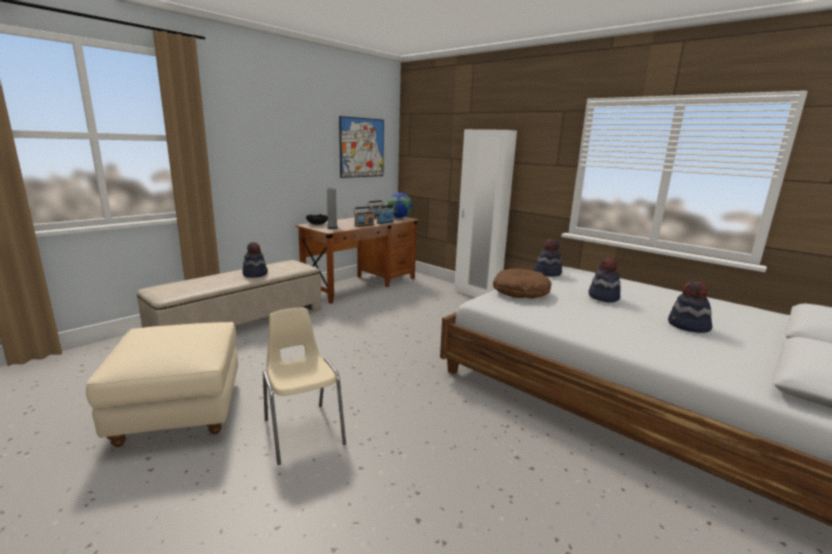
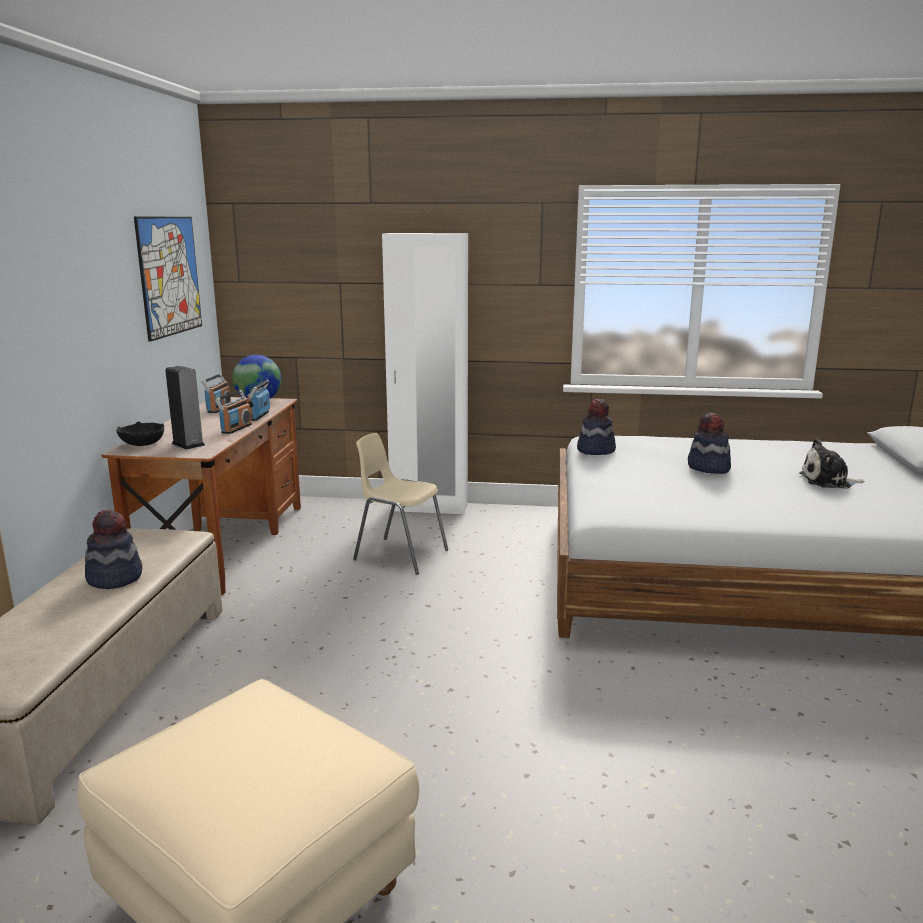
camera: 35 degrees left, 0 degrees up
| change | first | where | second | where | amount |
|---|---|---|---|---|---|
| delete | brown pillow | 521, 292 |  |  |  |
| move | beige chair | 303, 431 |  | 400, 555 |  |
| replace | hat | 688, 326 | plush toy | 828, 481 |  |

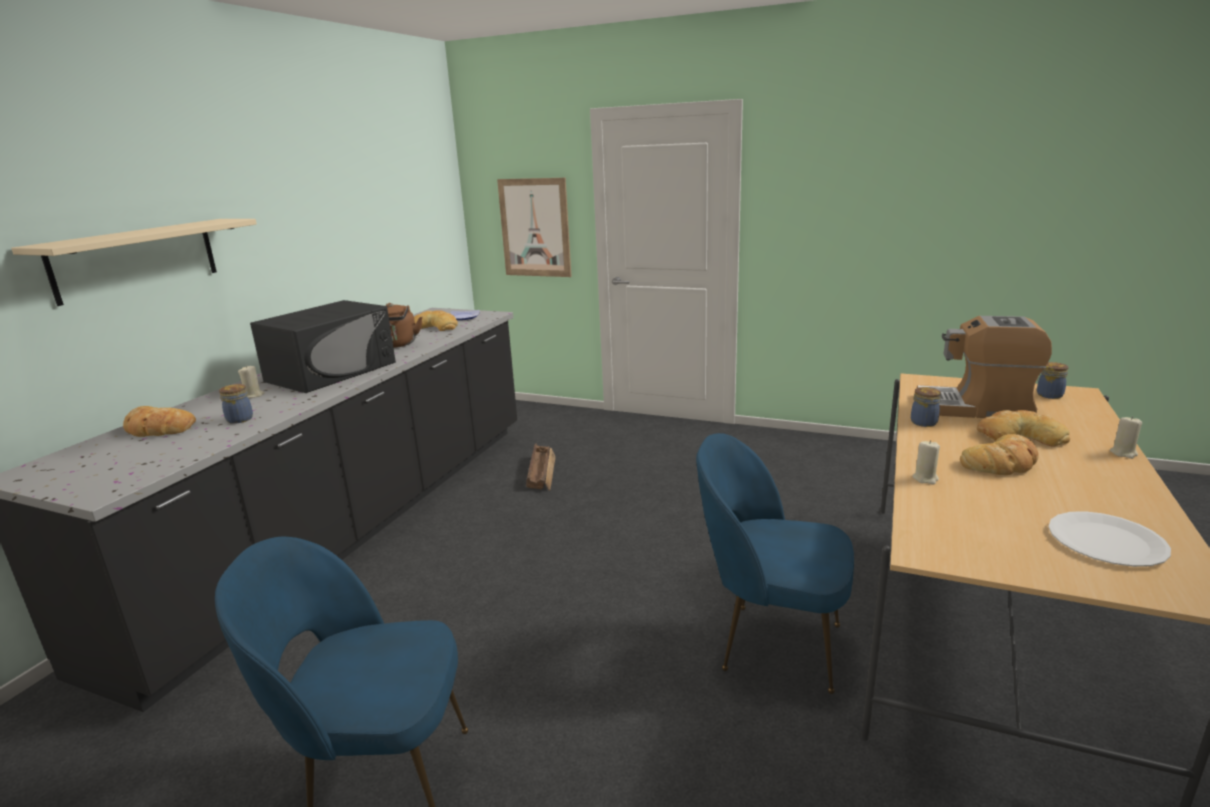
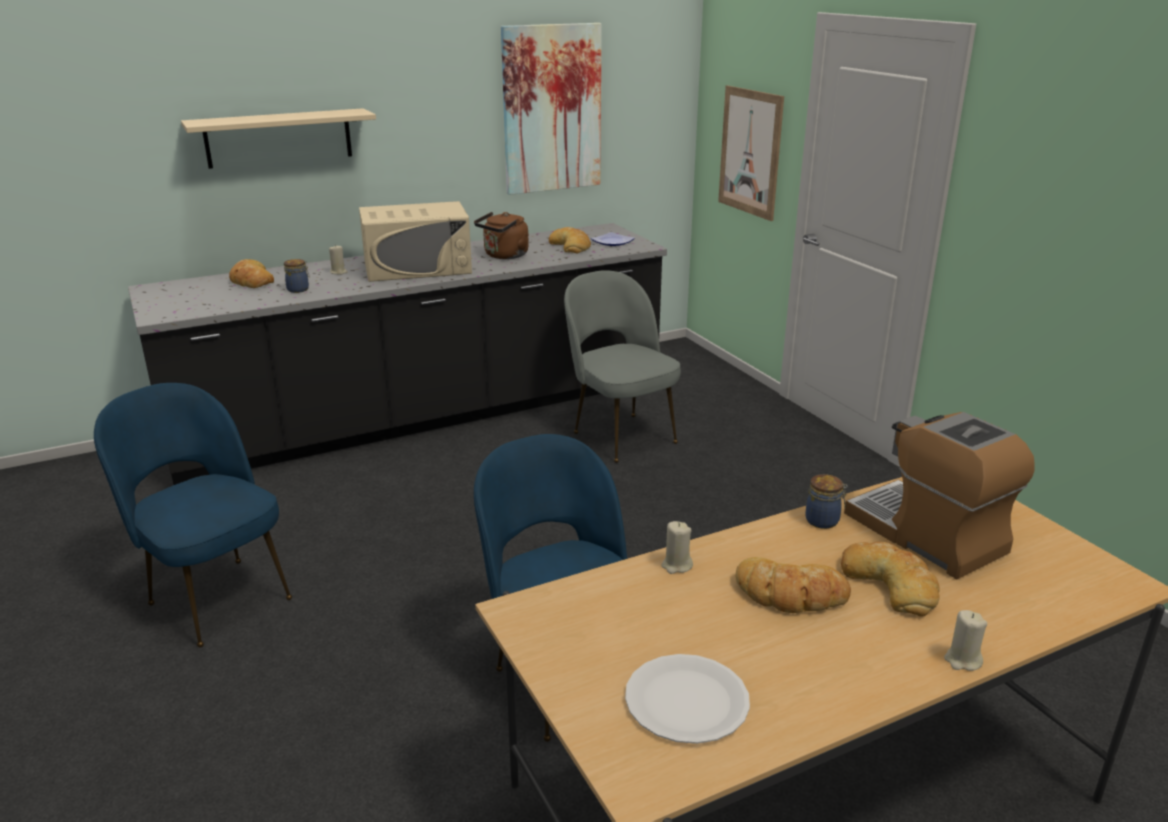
camera: 40 degrees right, 5 degrees up
| change | first | where | second | where | amount |
|---|---|---|---|---|---|
| delete | jar | 1048, 395 |  |  |  |
| insert |  |  | picture | 552, 109 |  |
| replace | crate | 541, 473 | grey chair | 620, 434 |  |
| recolor | black microwave | 332, 371 | beige microwave | 417, 267 |  |

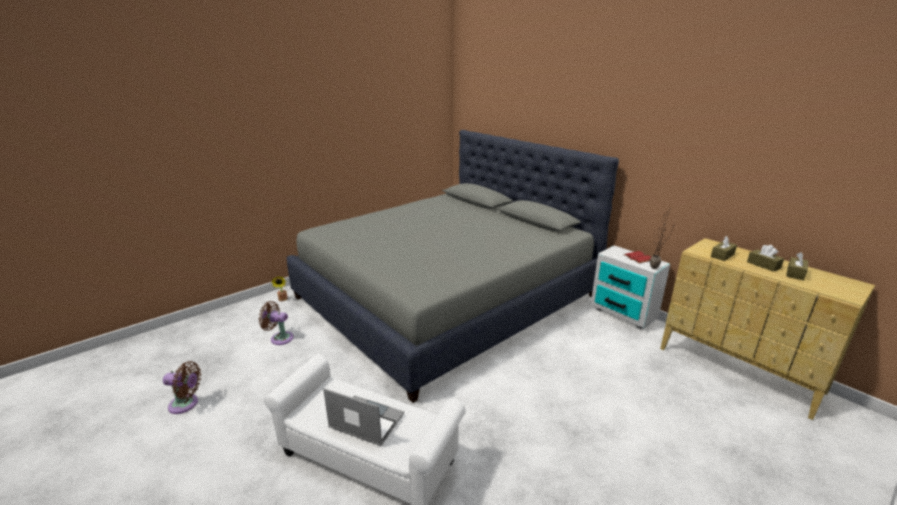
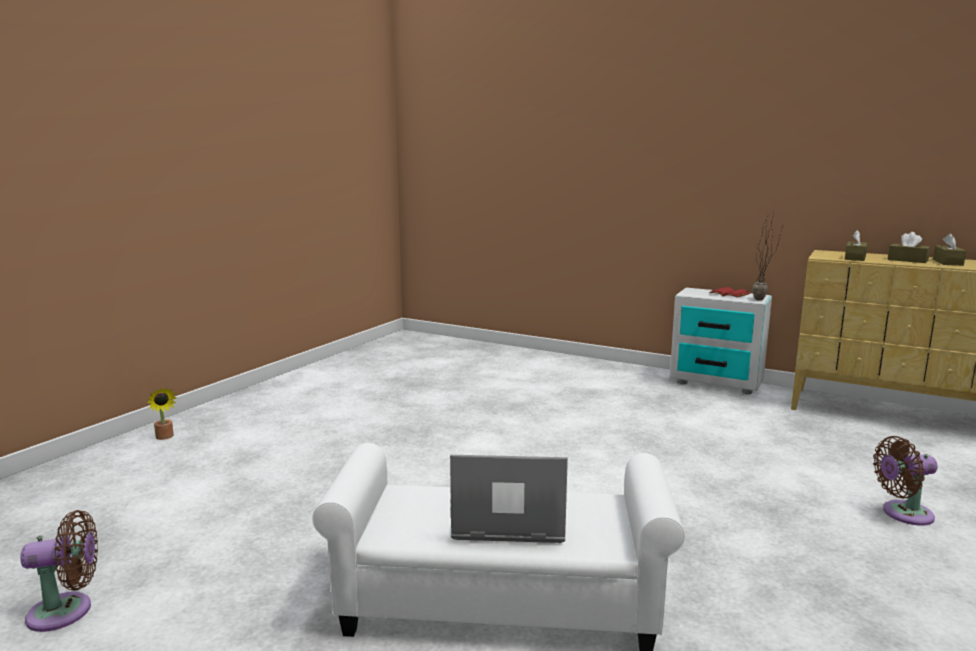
camera: 20 degrees left, 10 degrees down
| change | first | where | second | where | amount |
|---|---|---|---|---|---|
| delete | grey bed | 446, 296 |  |  |  |
| move | brown fan | 279, 338 |  | 903, 514 |  |

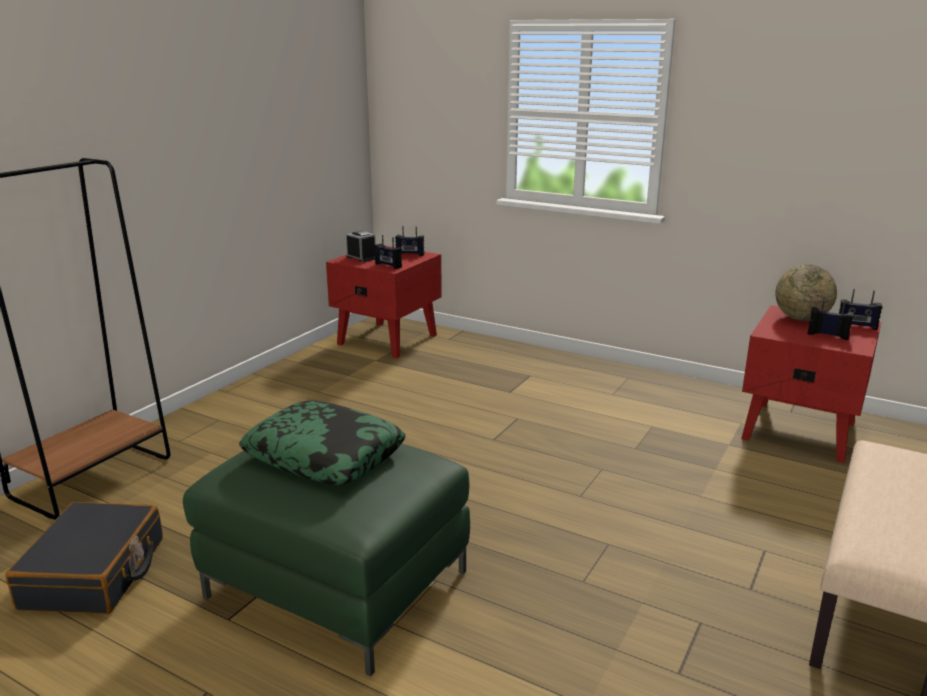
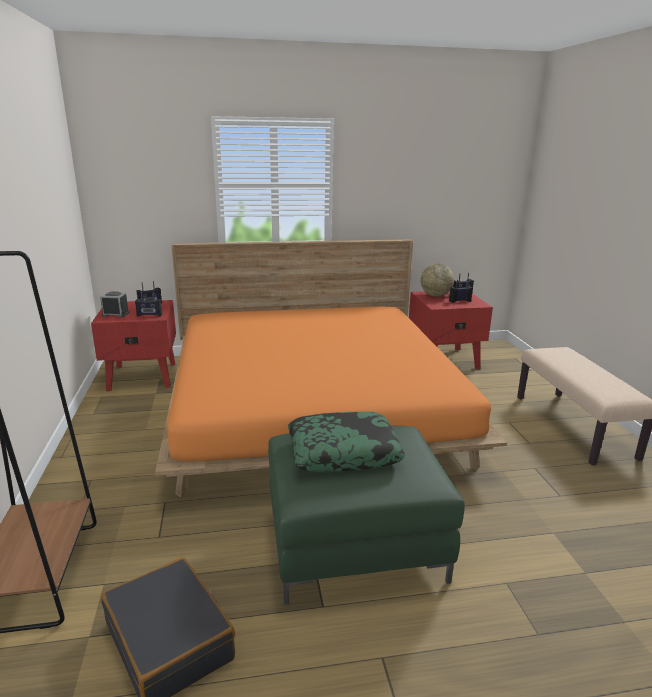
camera: 40 degrees left, 0 degrees up
| change | first | where | second | where | amount |
|---|---|---|---|---|---|
| insert |  |  | orange bed | 313, 409 |  |

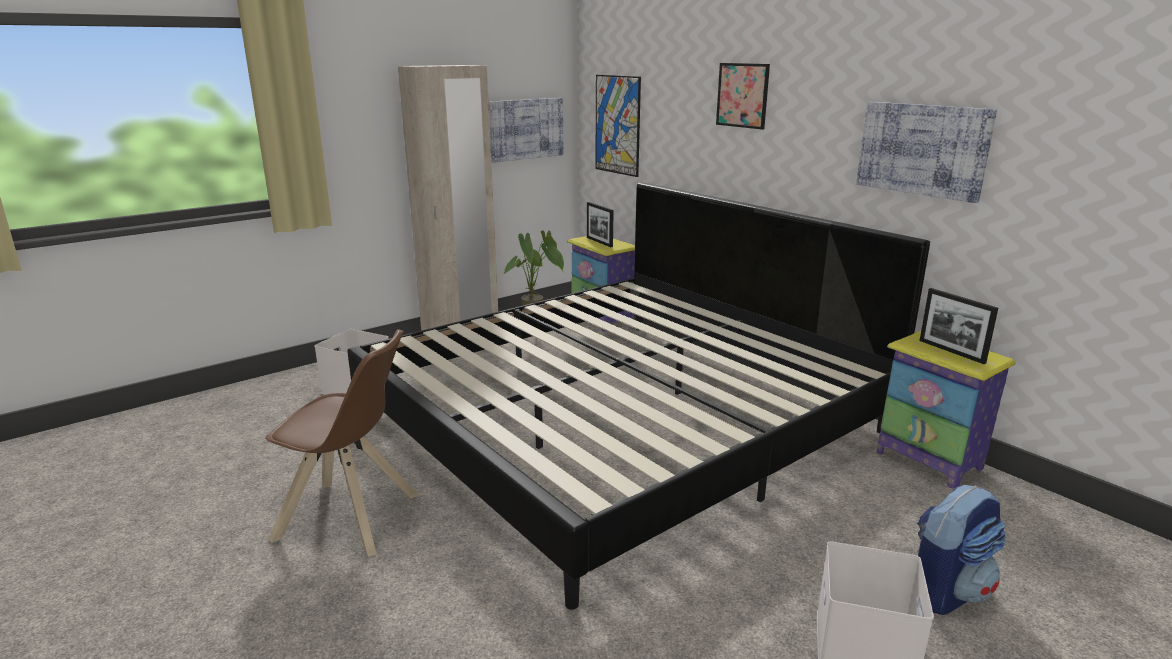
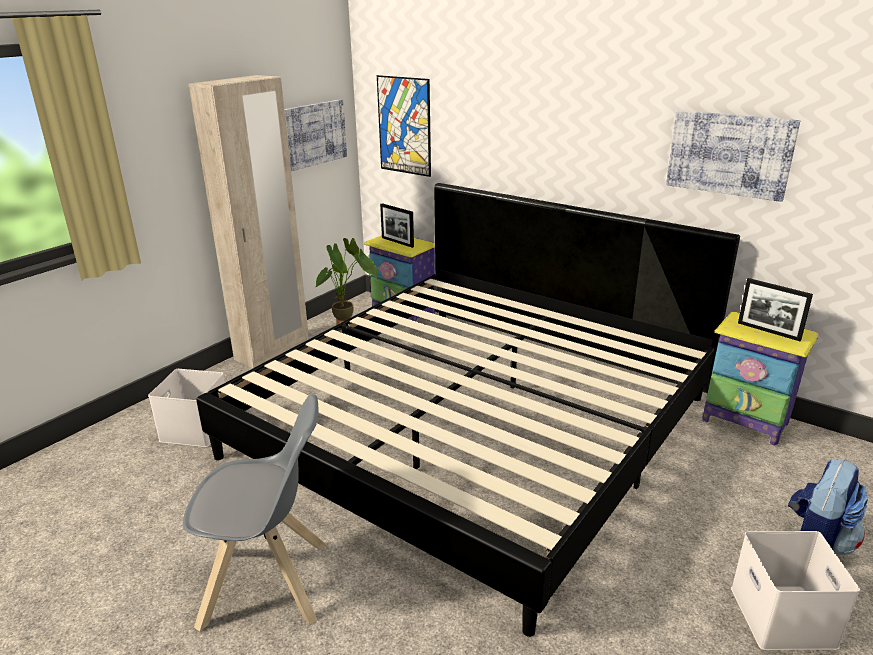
camera: 15 degrees left, 5 degrees up
| change | first | where | second | where | amount |
|---|---|---|---|---|---|
| delete | picture | 742, 95 |  |  |  |
| recolor | brown chair | 351, 518 | grey chair | 269, 583 |  |

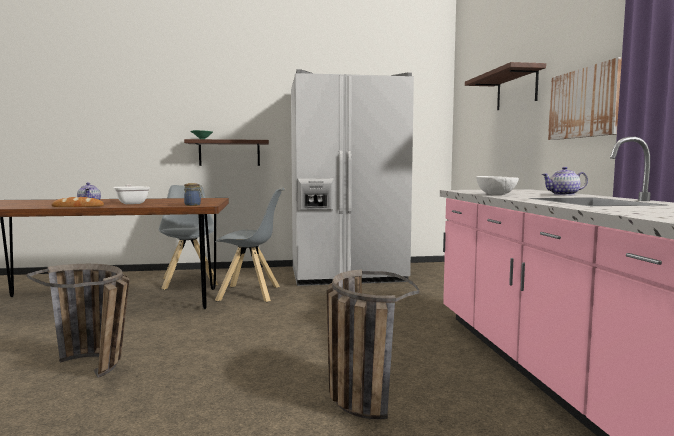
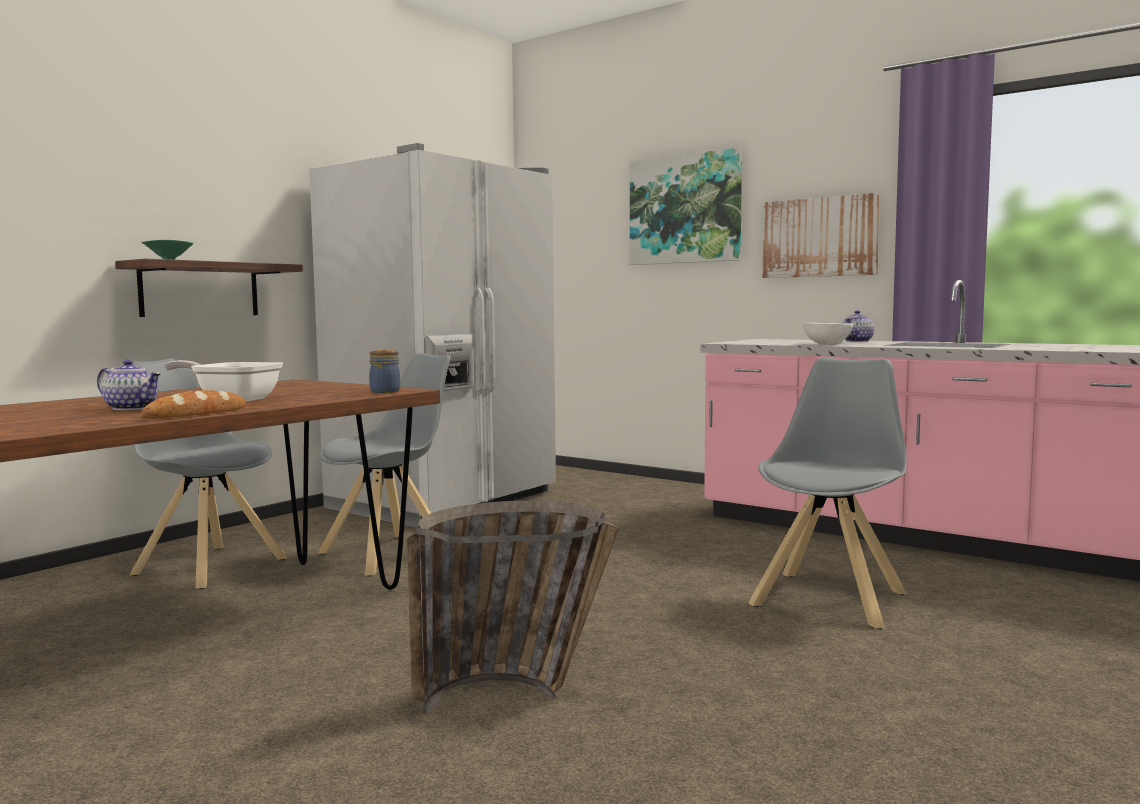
camera: 45 degrees left, 0 degrees up
| change | first | where | second | where | amount |
|---|---|---|---|---|---|
| replace | basket | 357, 392 | grey chair | 830, 598 |  |
| replace | shelf | 516, 89 | picture | 685, 209 |  |

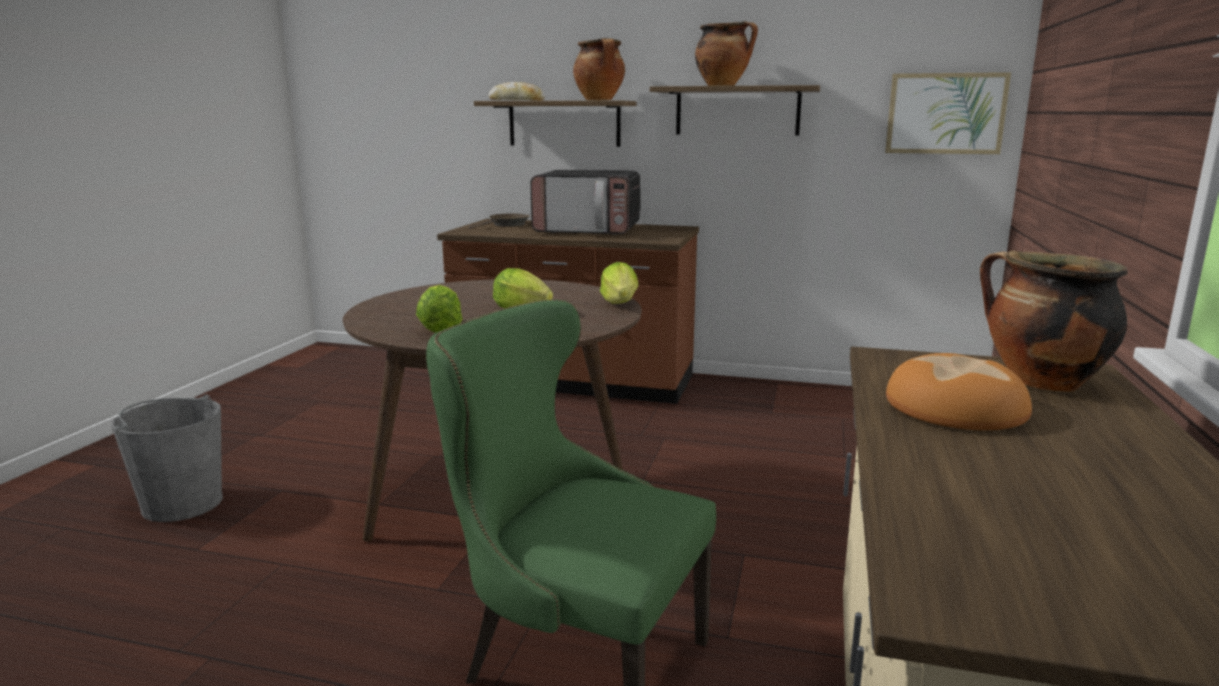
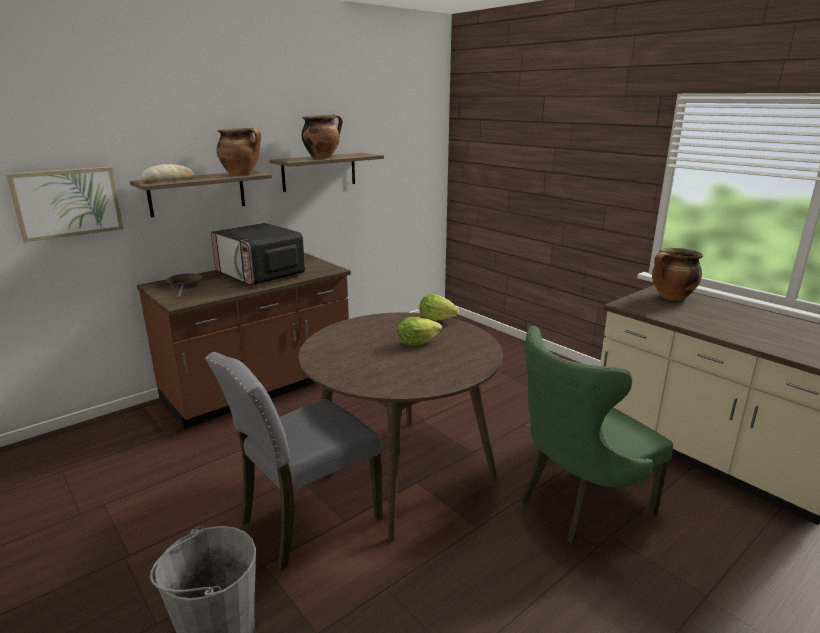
camera: 55 degrees left, 5 degrees up
| change | first | where | second | where | amount |
|---|---|---|---|---|---|
| delete | lettuce | 440, 329 |  |  |  |
| delete | bread | 956, 408 |  |  |  |
| insert |  |  | grey chair | 306, 520 |  |
| move | picture | 945, 113 |  | 67, 202 |  |
| rotate | microwave | 588, 230 |  | 260, 274 | 90 degrees clockwise |

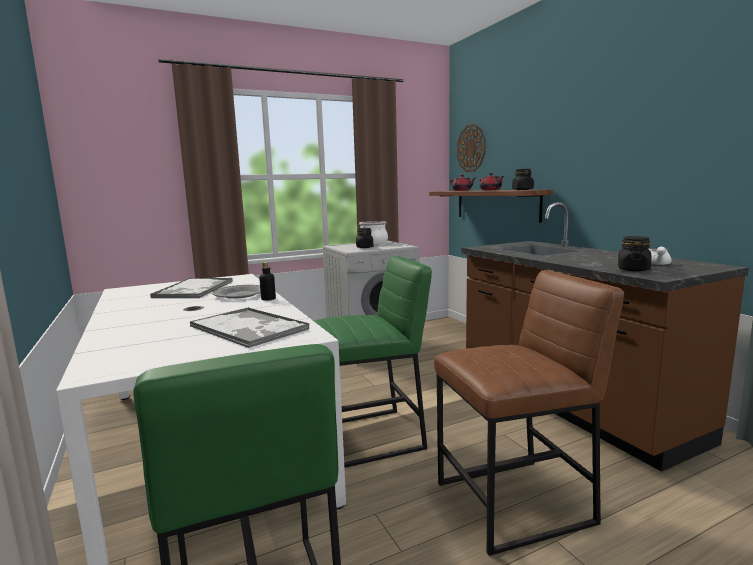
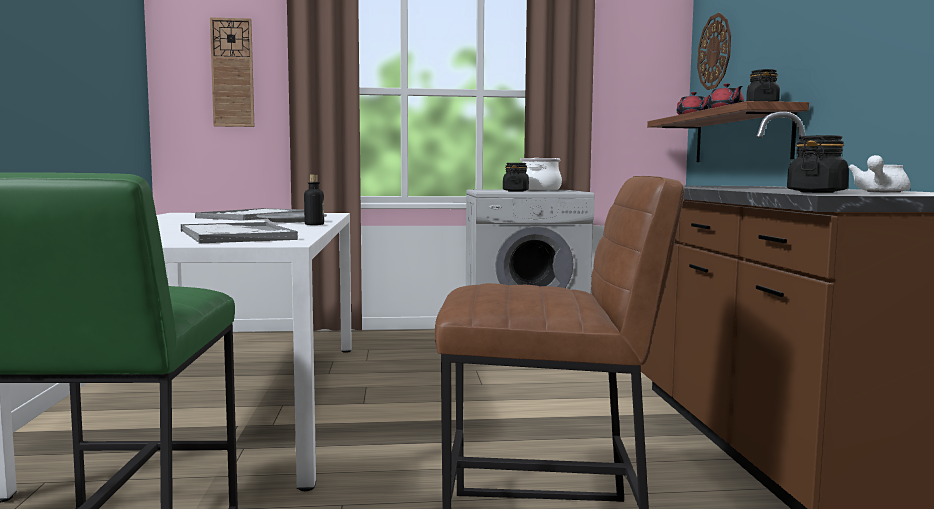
camera: 20 degrees right, 5 degrees down
| change | first | where | second | where | amount |
|---|---|---|---|---|---|
| delete | green chair | 370, 437 |  |  |  |
| insert |  |  | wall clock | 232, 73 |  |

